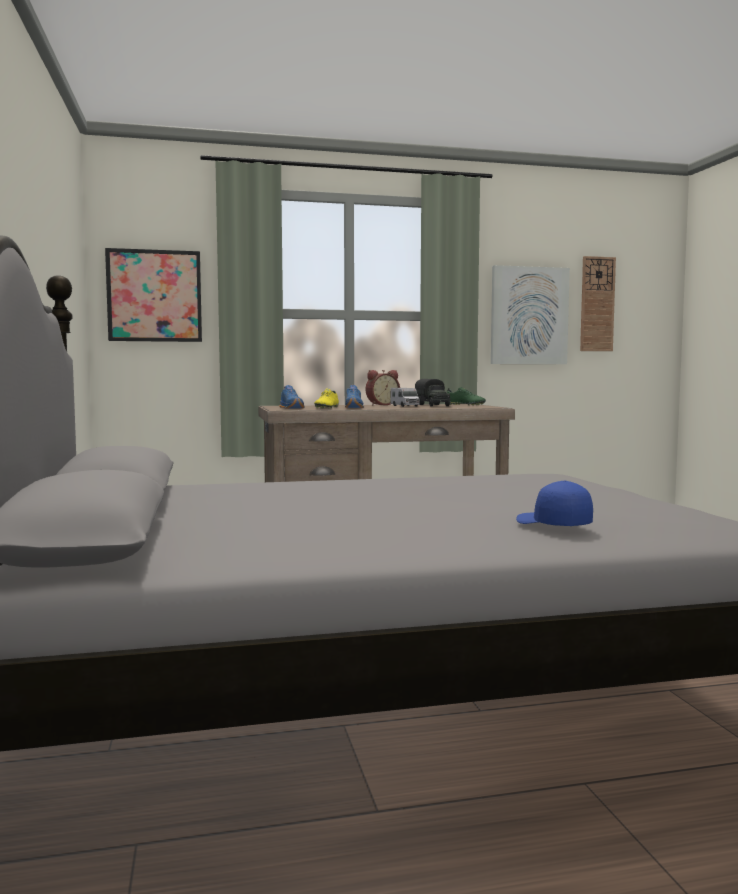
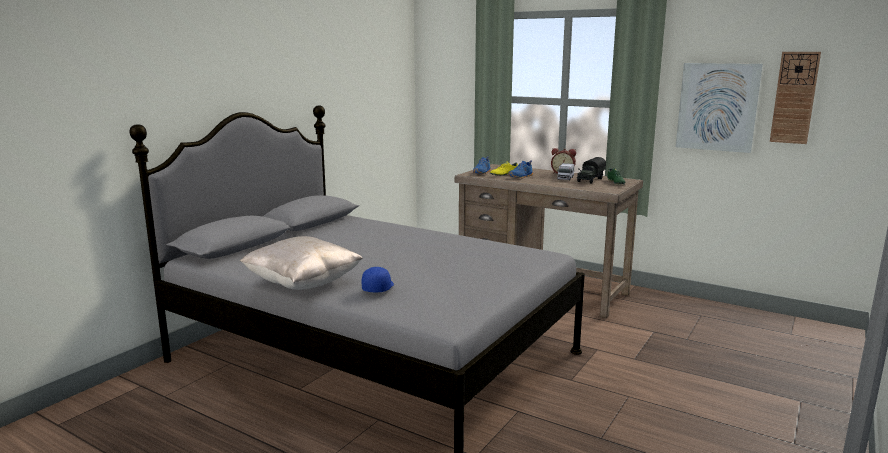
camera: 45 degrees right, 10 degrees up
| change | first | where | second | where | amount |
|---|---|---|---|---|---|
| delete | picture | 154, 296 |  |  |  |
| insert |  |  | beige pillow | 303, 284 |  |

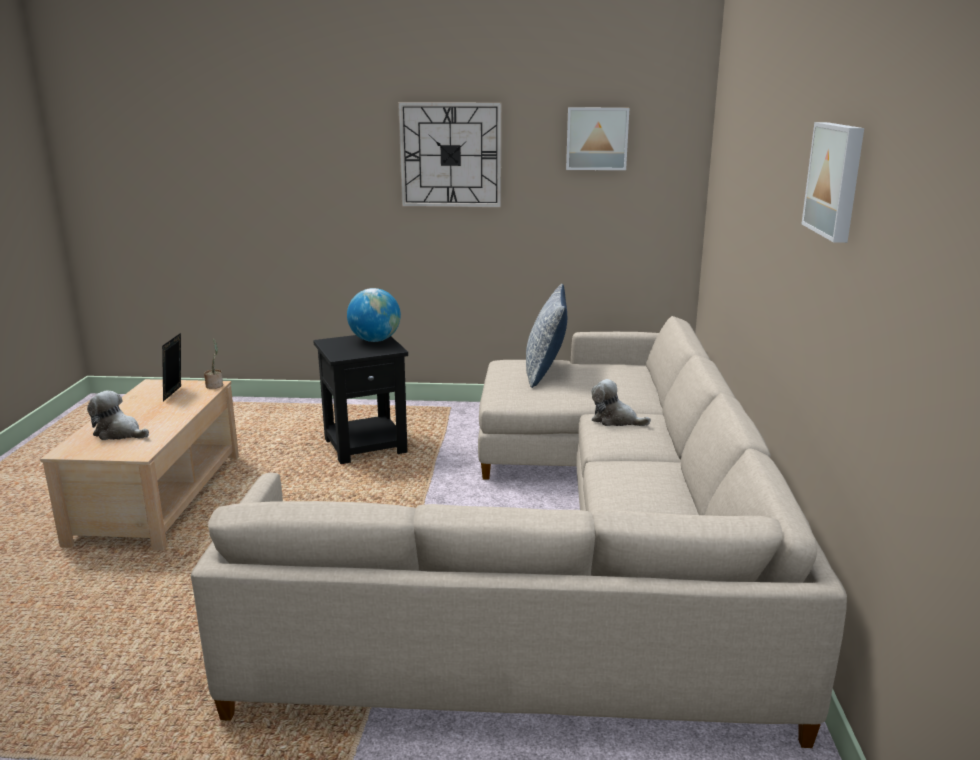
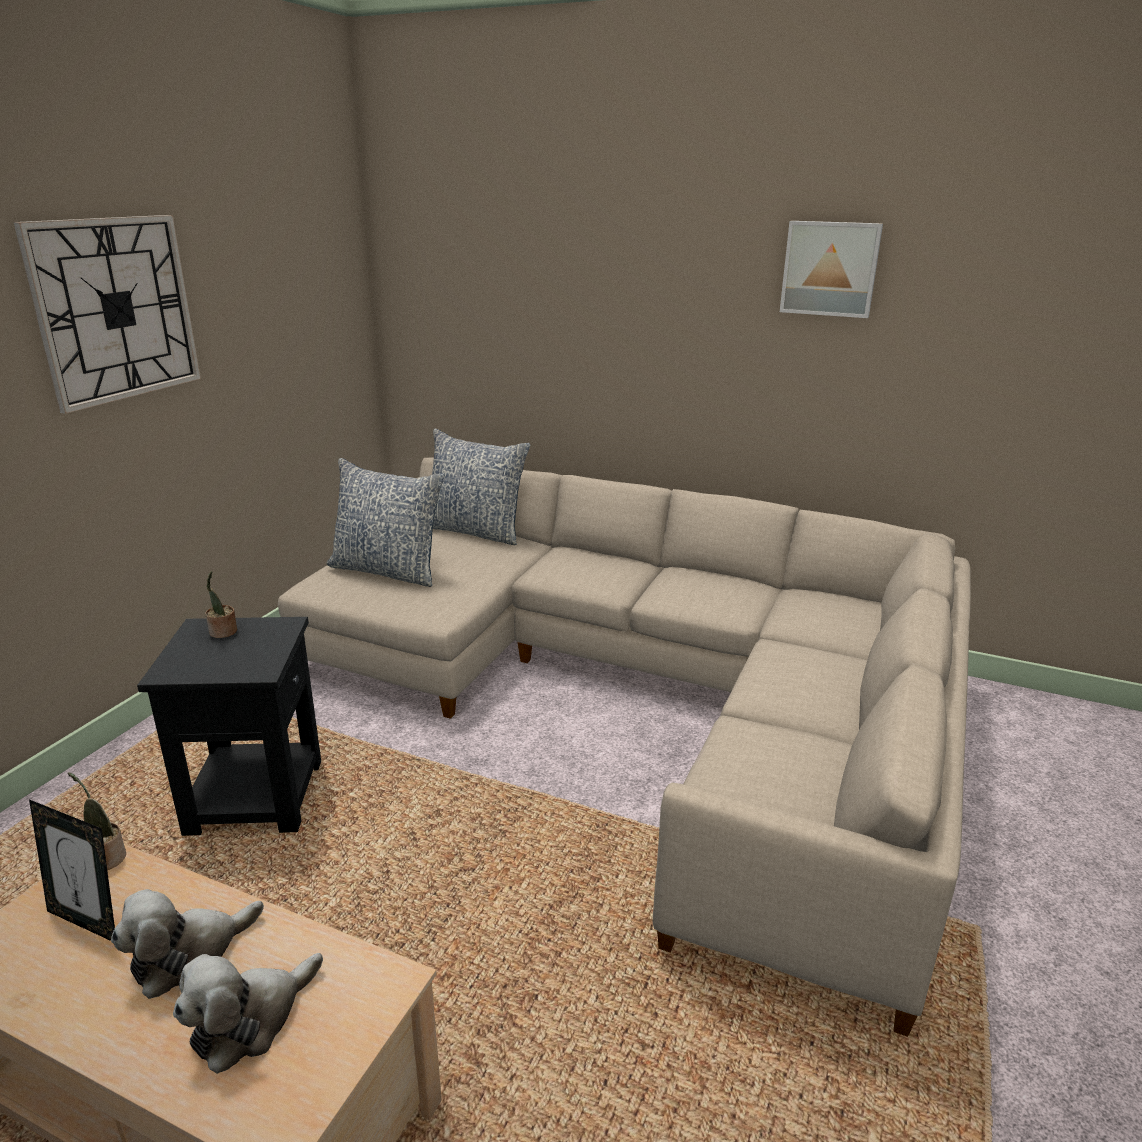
camera: 70 degrees left, 5 degrees up
| change | first | where | second | where | amount |
|---|---|---|---|---|---|
| delete | picture | 597, 138 |  |  |  |
| insert |  |  | pillow | 475, 531 |  |
| move | plush toy | 615, 420 |  | 189, 955 |  |
| replace | globe | 375, 340 | potted plant | 223, 632 |  |

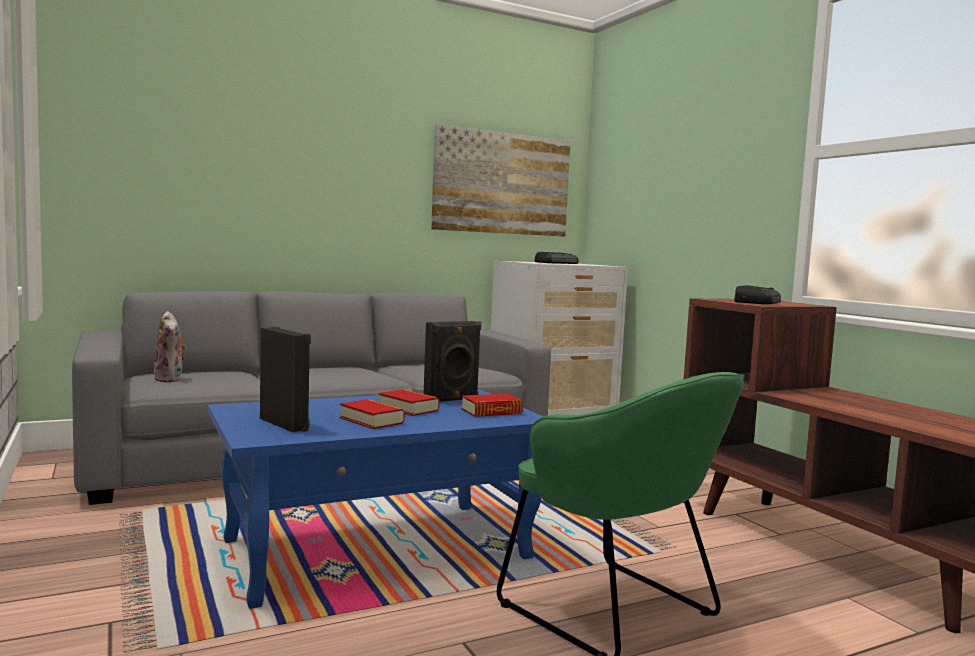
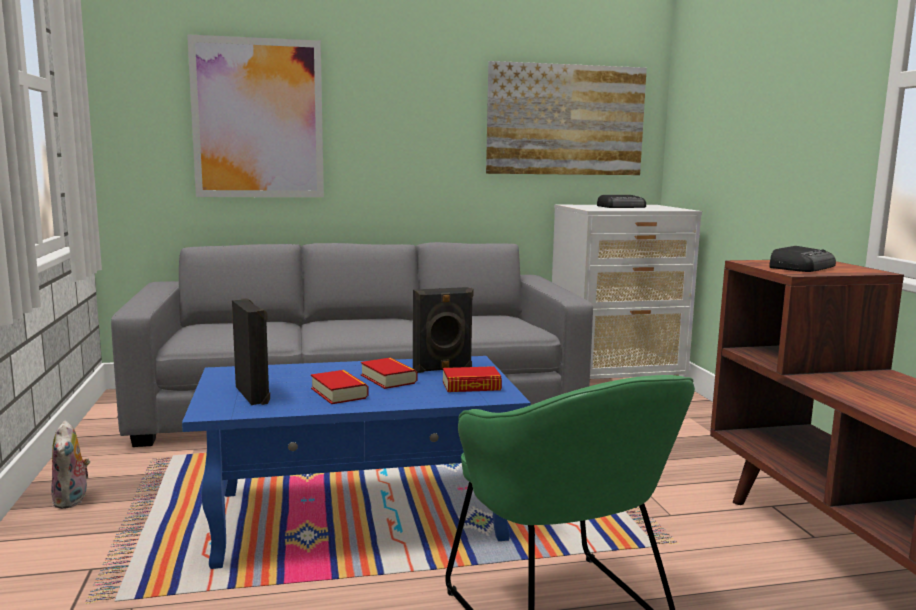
camera: 15 degrees right, 5 degrees up
| change | first | where | second | where | amount |
|---|---|---|---|---|---|
| insert |  |  | picture | 258, 119 |  |
| move | plush toy | 170, 379 |  | 72, 500 |  |

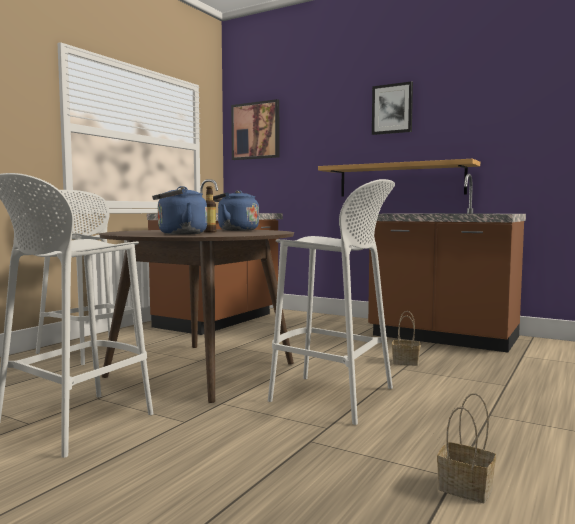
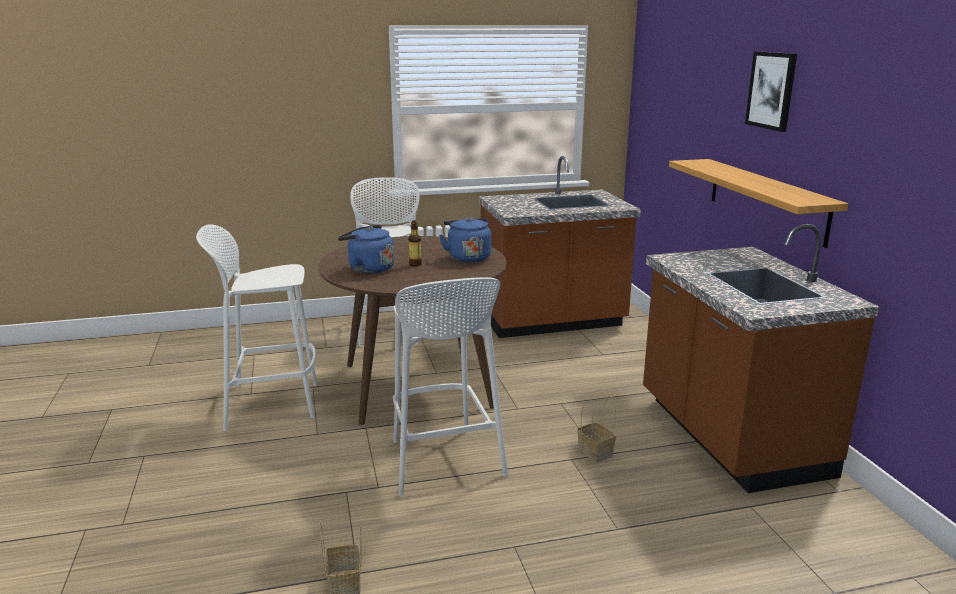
camera: 45 degrees right, 15 degrees up
| change | first | where | second | where | amount |
|---|---|---|---|---|---|
| delete | picture | 256, 131 |  |  |  |

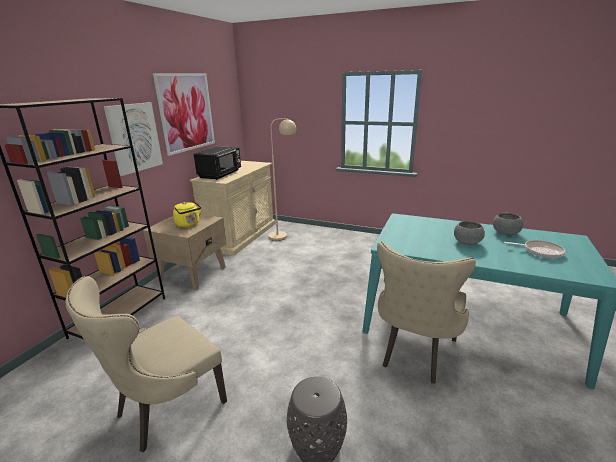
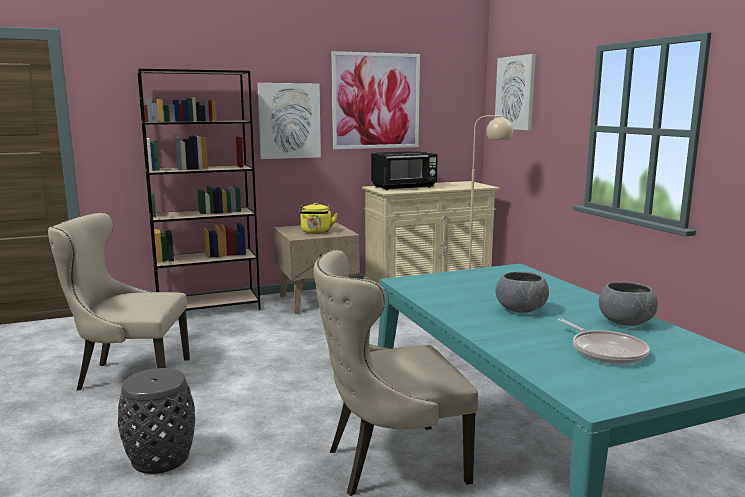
camera: 45 degrees right, 10 degrees down
| change | first | where | second | where | amount |
|---|---|---|---|---|---|
| insert |  |  | picture | 515, 93 |  |

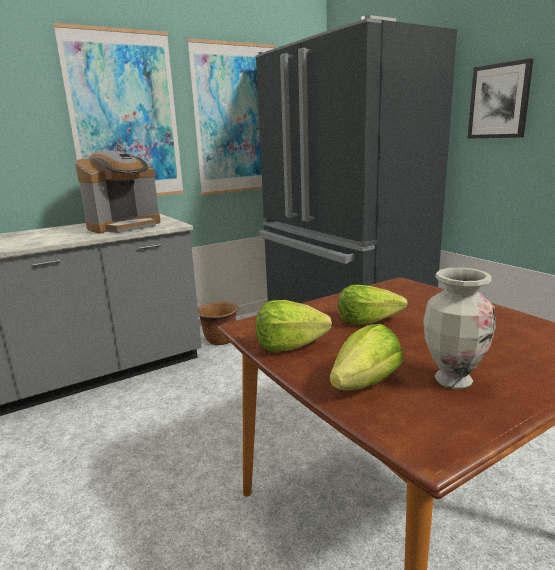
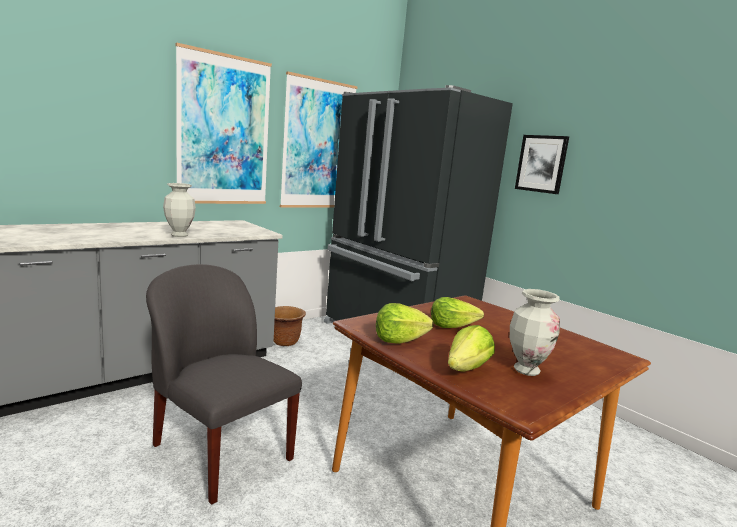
camera: 10 degrees left, 5 degrees down
| change | first | where | second | where | amount |
|---|---|---|---|---|---|
| delete | coffee machine | 124, 226 |  |  |  |
| insert |  |  | grey chair | 220, 451 |  |
| insert |  |  | vase | 179, 235 |  |

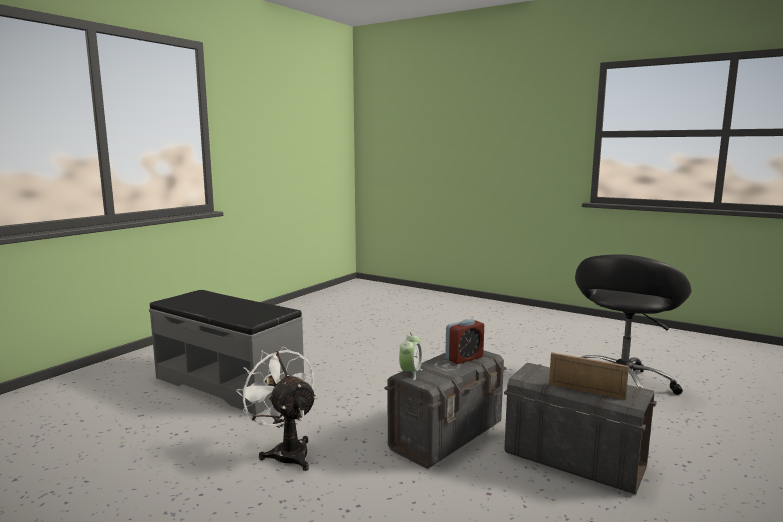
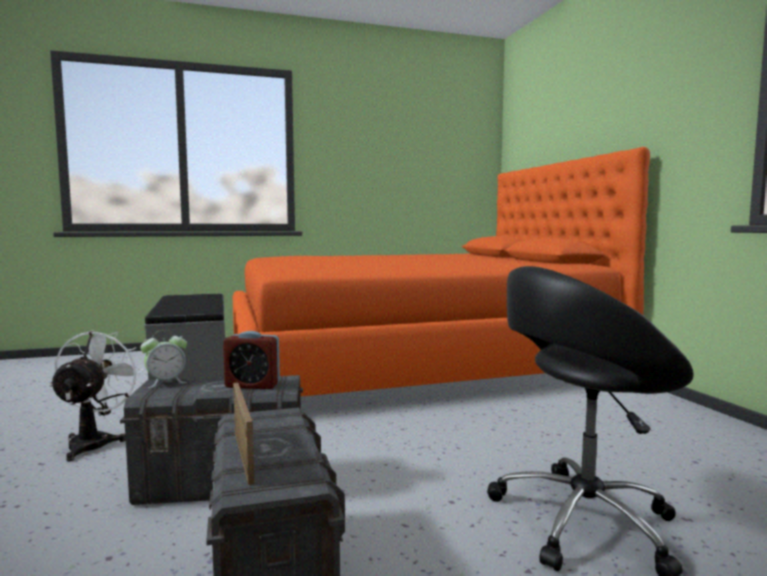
camera: 40 degrees right, 5 degrees down
| change | first | where | second | where | amount |
|---|---|---|---|---|---|
| insert |  |  | orange bed | 414, 364 |  |

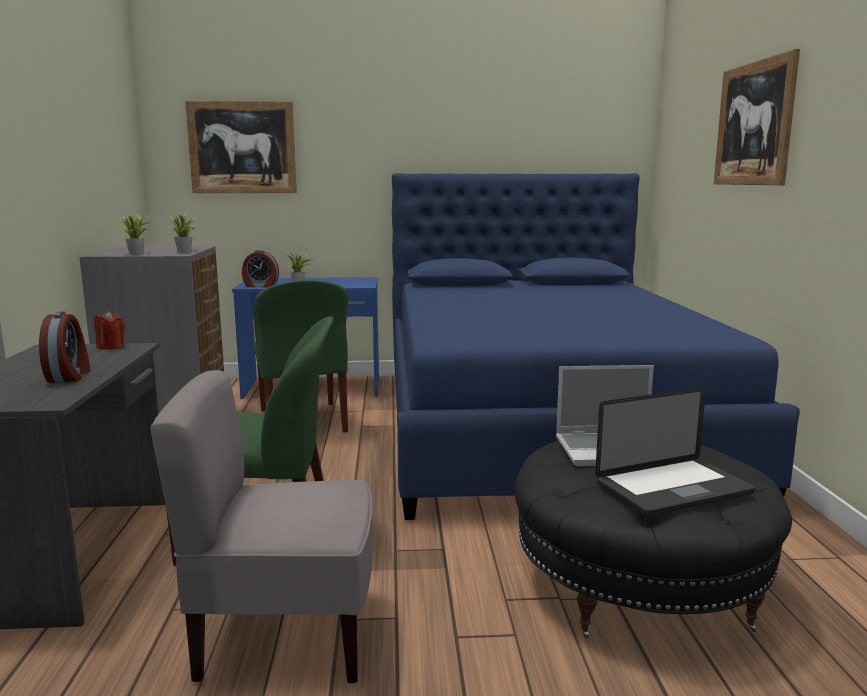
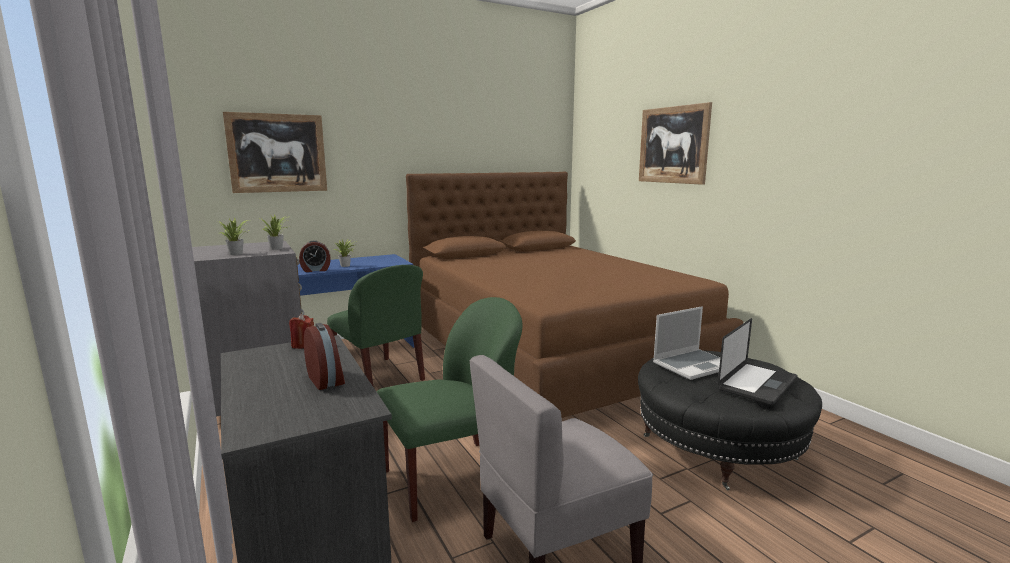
camera: 25 degrees left, 0 degrees up
| change | first | where | second | where | amount |
|---|---|---|---|---|---|
| recolor | blue bed | 542, 427 | brown bed | 552, 352 |  |

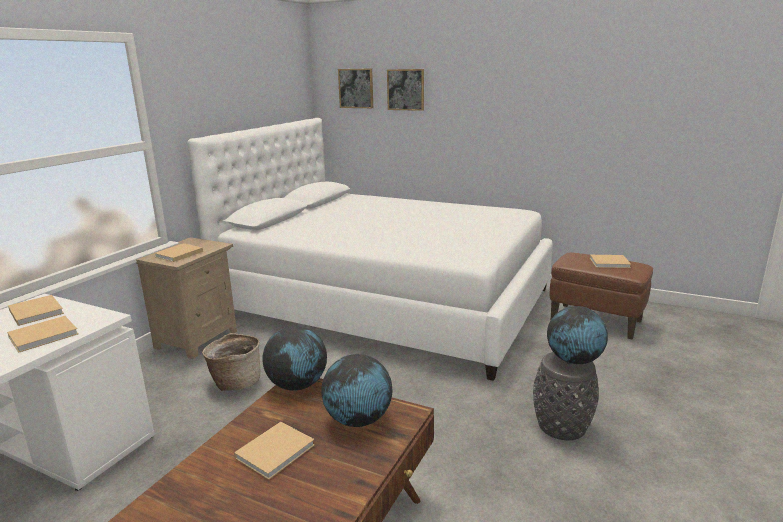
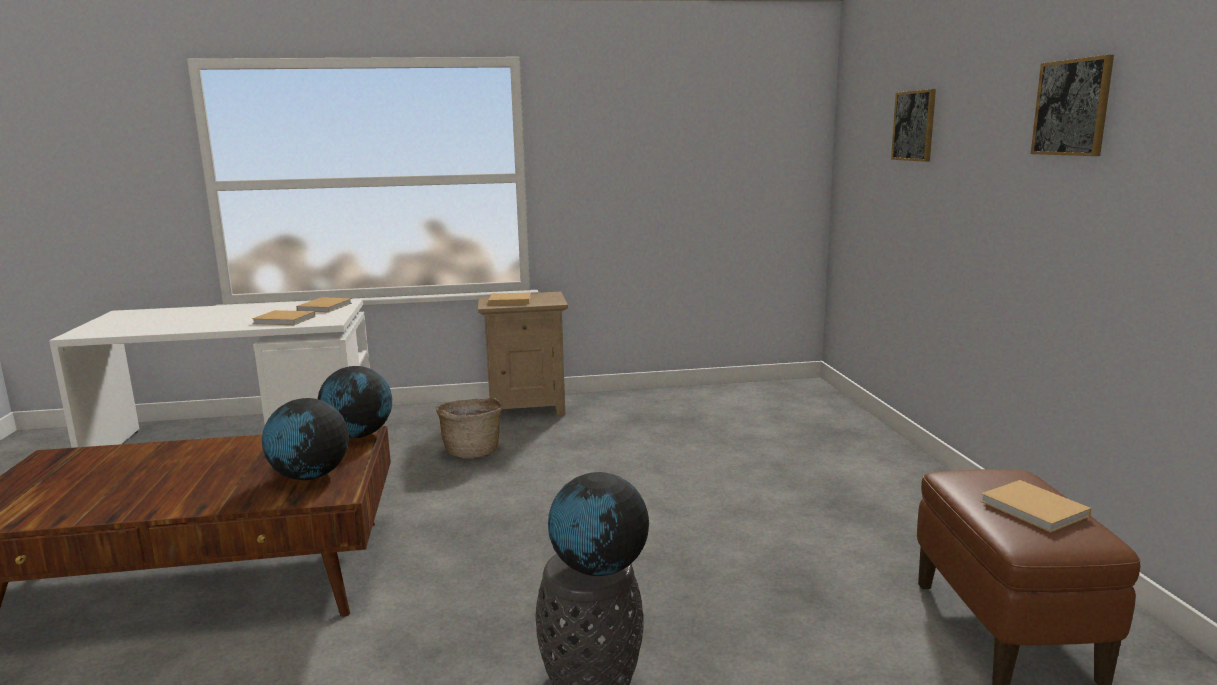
camera: 55 degrees right, 5 degrees down
| change | first | where | second | where | amount |
|---|---|---|---|---|---|
| delete | white bed | 386, 302 |  |  |  |
| delete | beige book | 277, 450 |  |  |  |
| move | picture | 356, 88 |  | 1072, 107 |  |

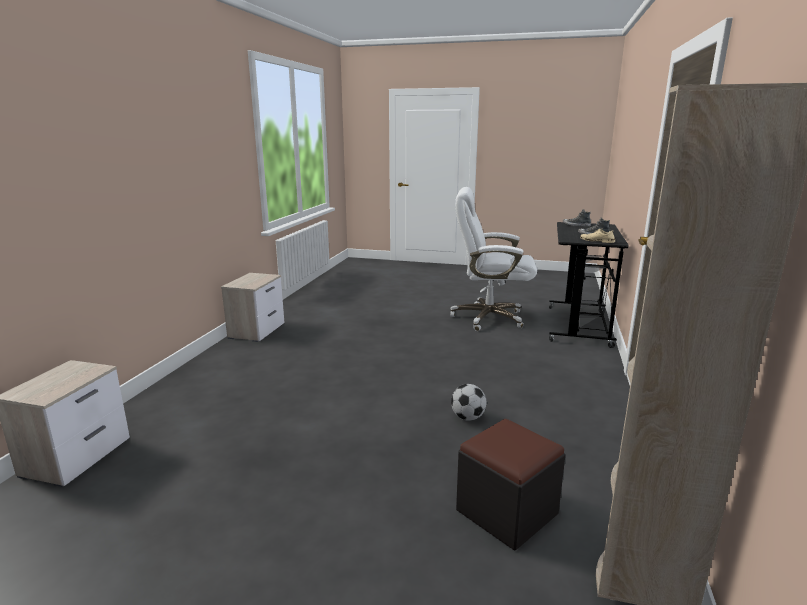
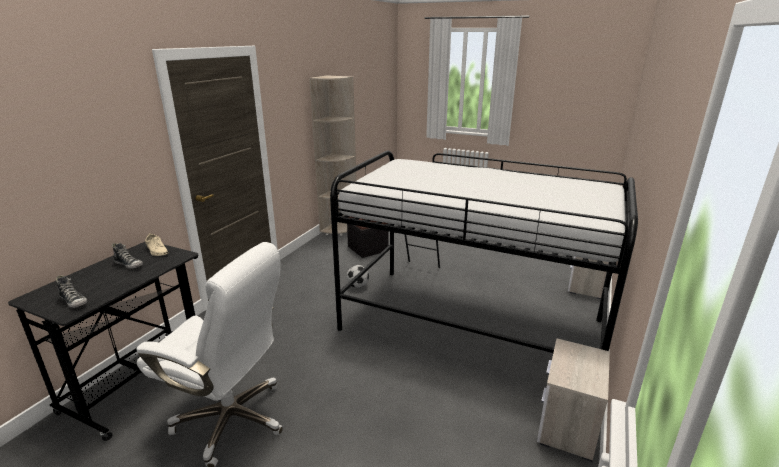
camera: 170 degrees left, 5 degrees up
| change | first | where | second | where | amount |
|---|---|---|---|---|---|
| insert |  |  | black bed | 468, 323 |  |

